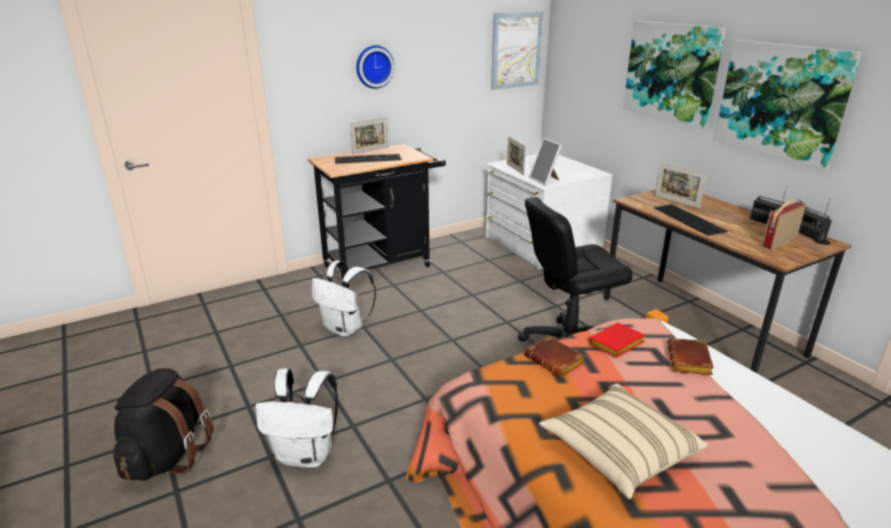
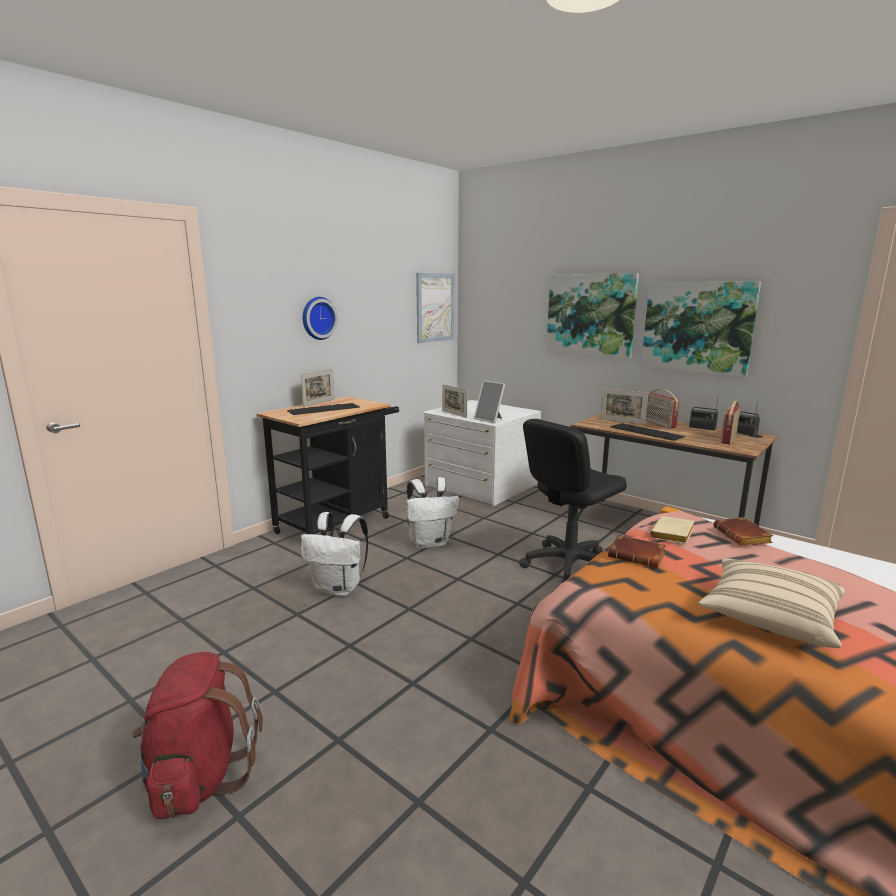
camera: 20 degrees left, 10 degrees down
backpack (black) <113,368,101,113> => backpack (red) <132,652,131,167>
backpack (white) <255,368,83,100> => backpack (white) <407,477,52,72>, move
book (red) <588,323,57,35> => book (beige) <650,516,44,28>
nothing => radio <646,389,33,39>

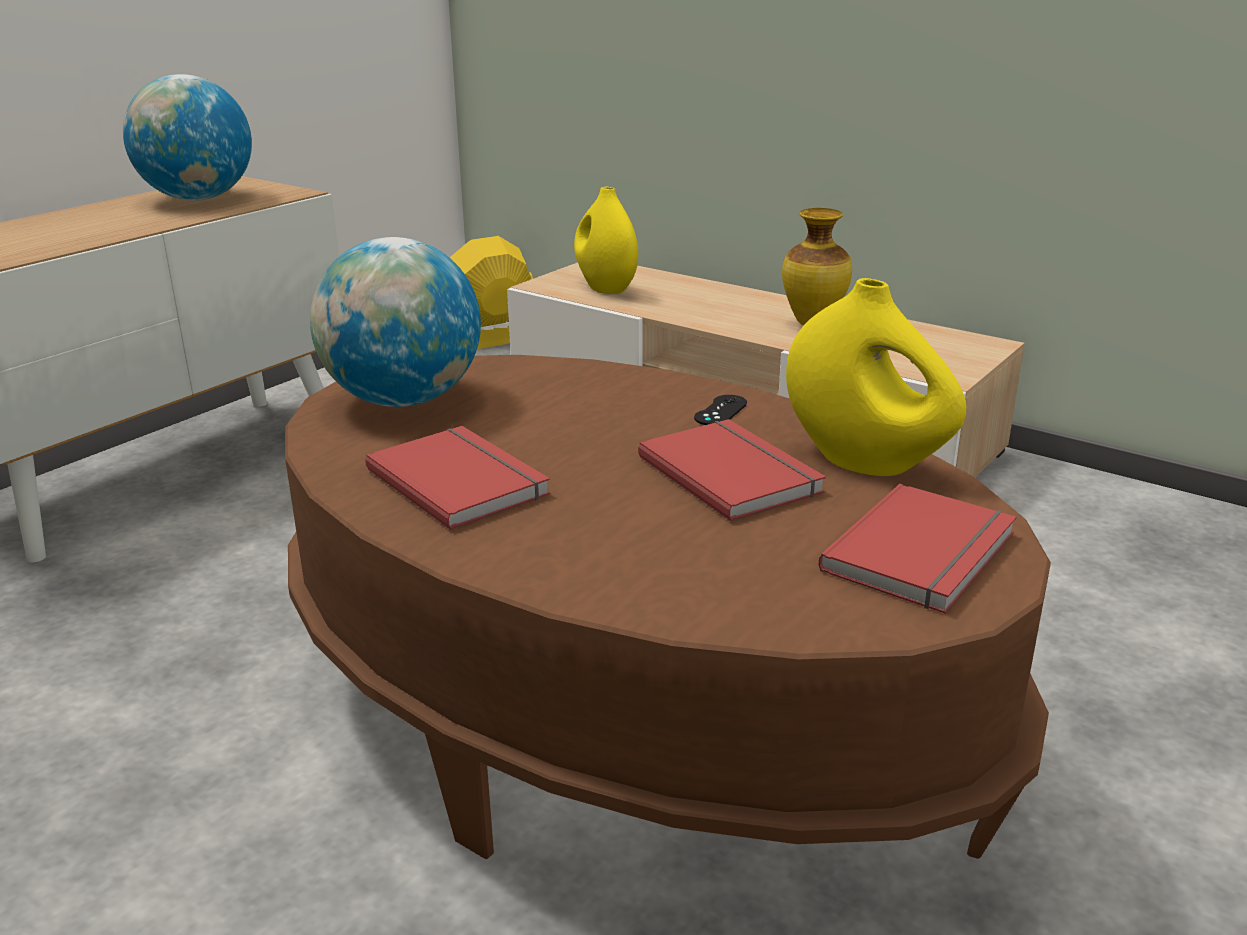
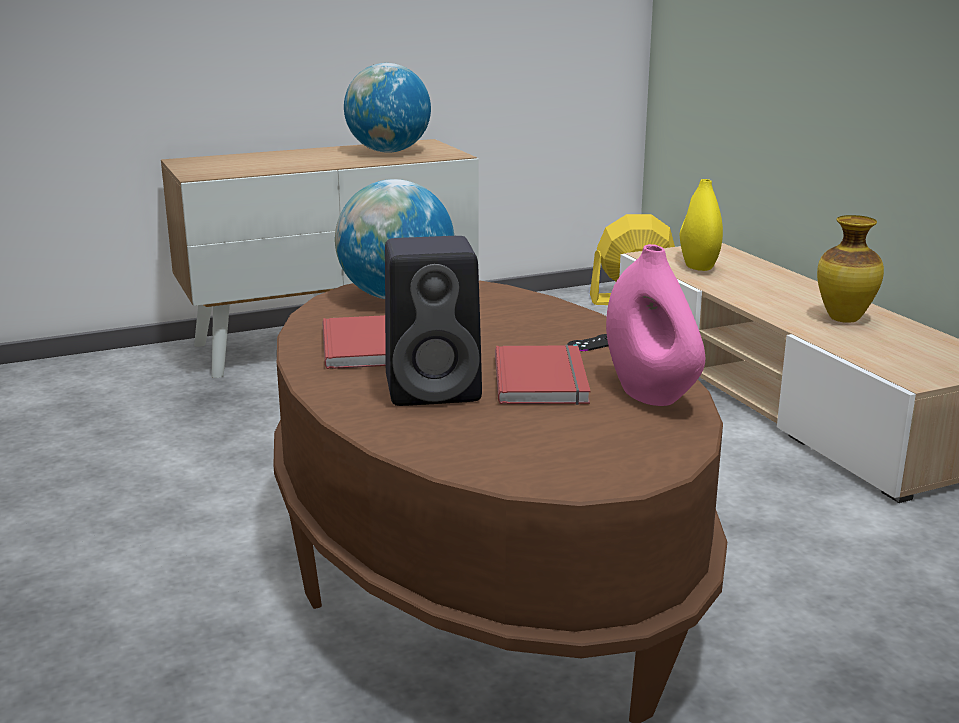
camera: 30 degrees right, 5 degrees down
vase (yellow) <786,278,180,198> => vase (pink) <606,244,99,162>
book (red) <819,484,197,130> => nothing
nothing => speaker (black) <385,236,97,170>

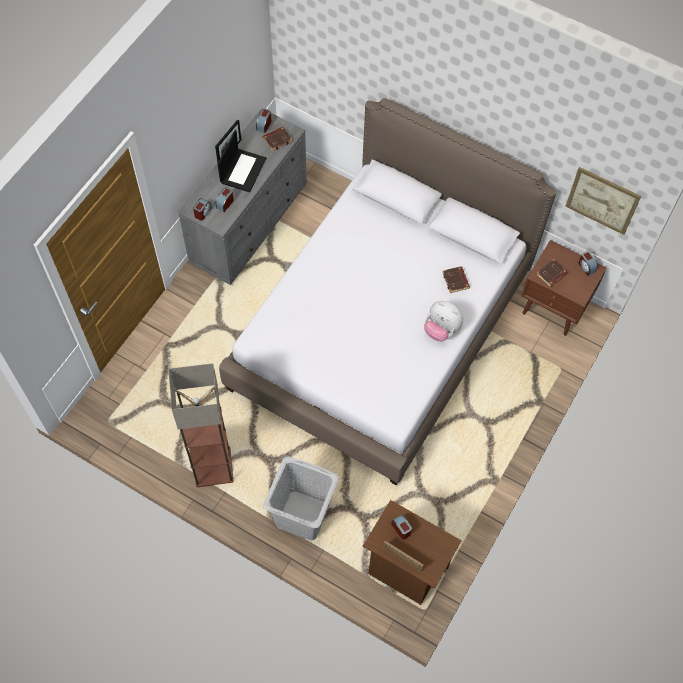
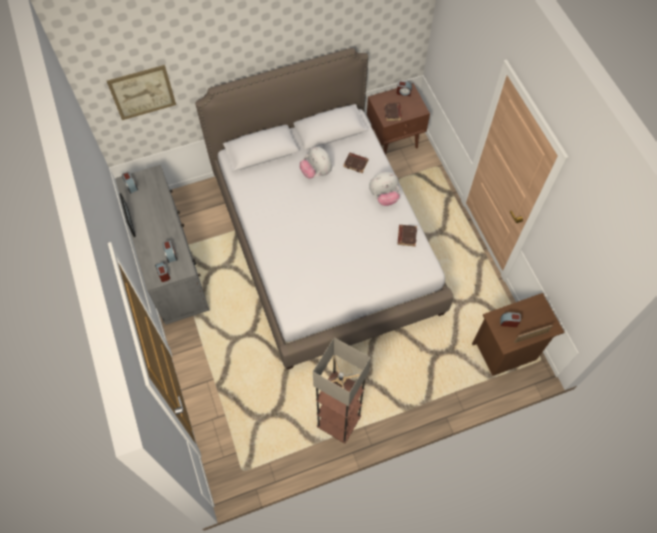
camera: 50 degrees left, 0 degrees up
laptop <218,130,48,62> => nothing
book (brown) <262,126,31,25> => book (brown) <398,225,19,22>, move
laundry basket (grey) <263,456,76,84> => nothing
picture <565,167,76,68> => picture <107,65,69,55>, move
nothing => plush toy <300,147,32,32>

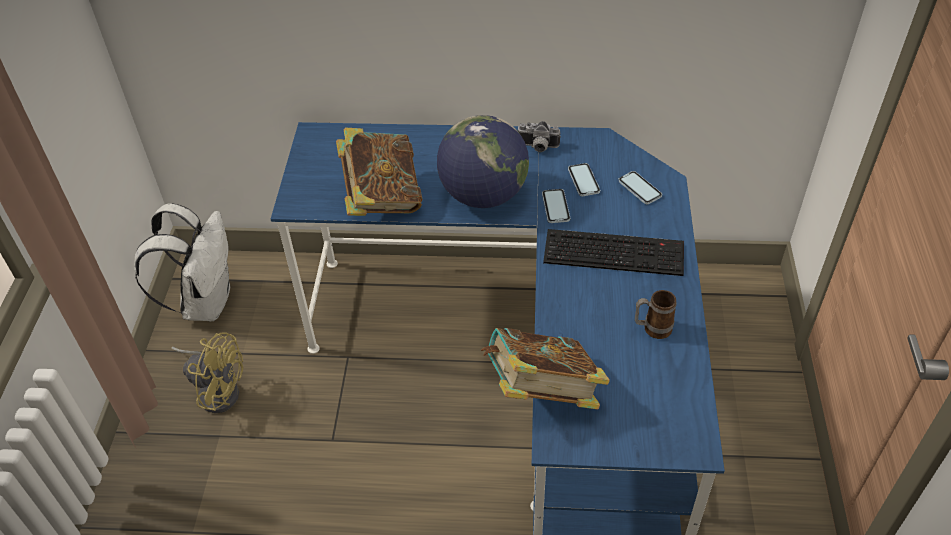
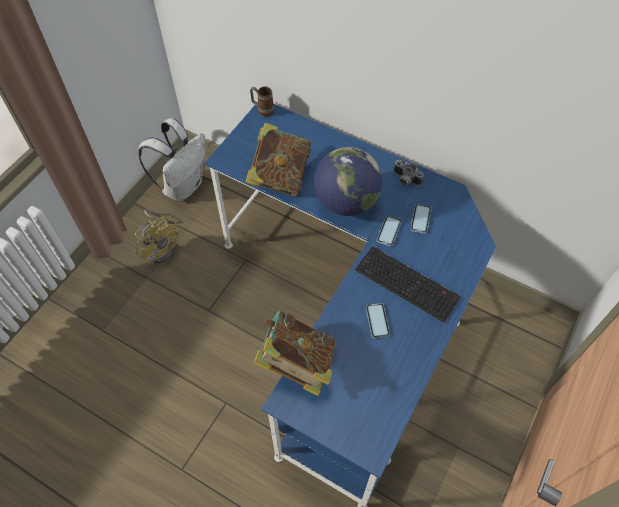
camera: 25 degrees right, 10 degrees up
phone <618,171,44,33> => phone <366,303,24,35>, move
mug <635,290,41,49> => mug <250,87,24,30>, move

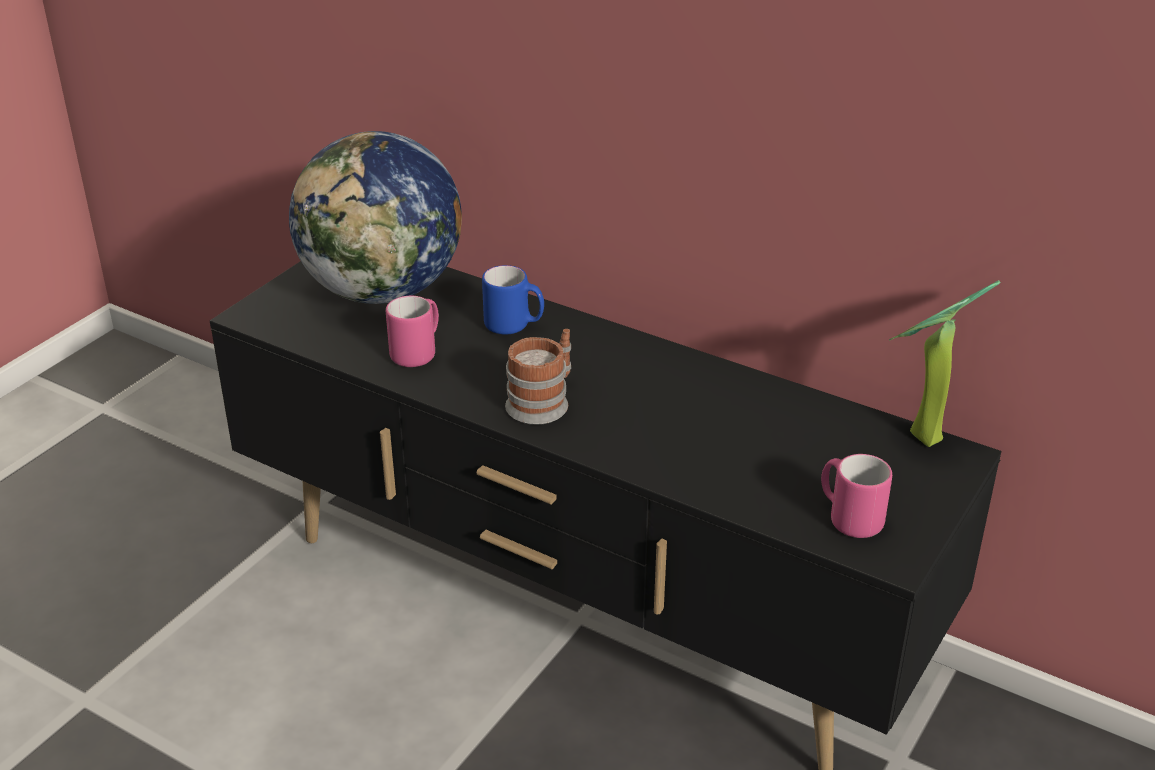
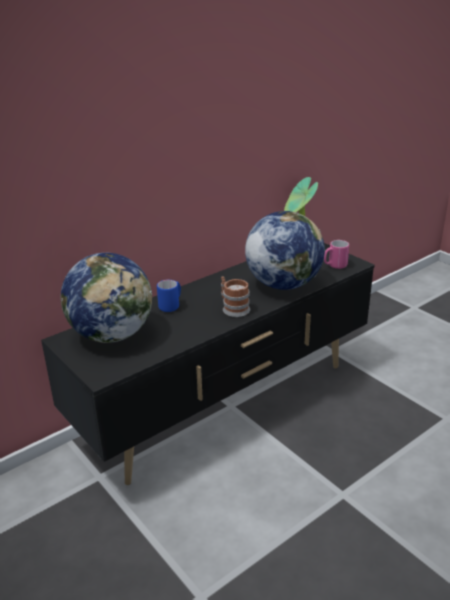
camera: 70 degrees left, 5 degrees down
mug (pink) <386,296,53,71> => nothing
nothing => globe <245,211,80,79>

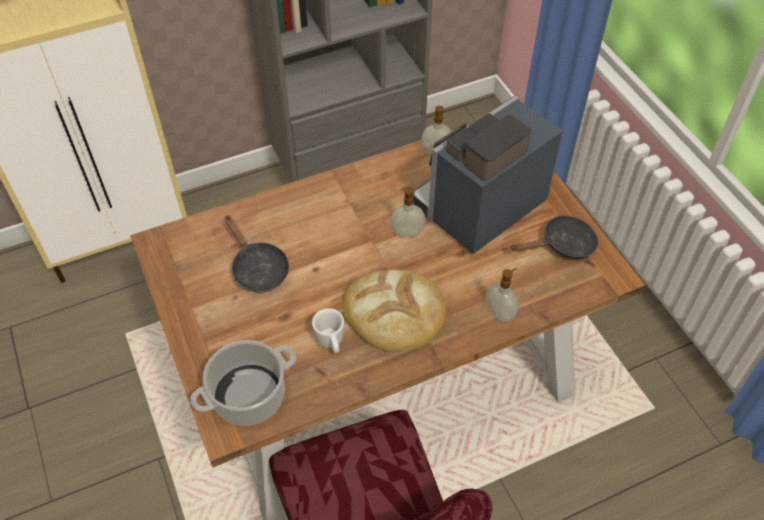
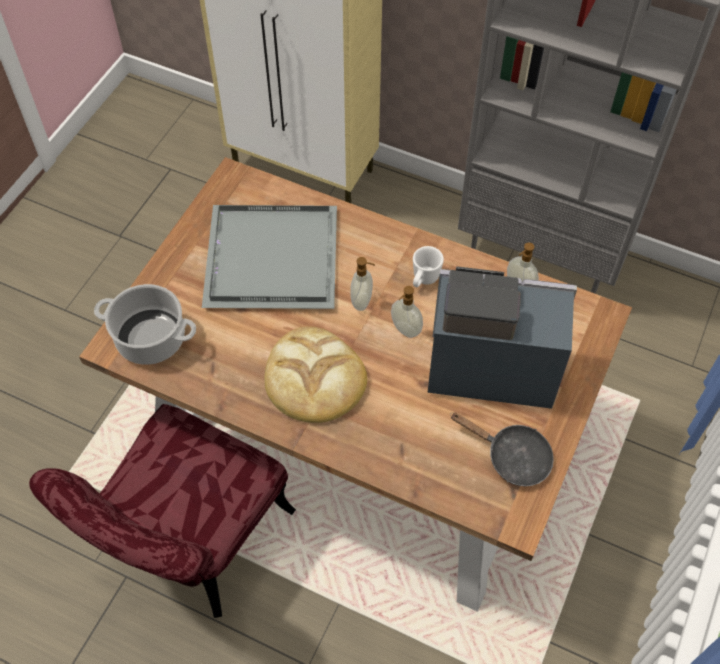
camera: 50 degrees right, 5 degrees up
frying pan (black) <225,215,64,77> => tray (grey) <202,205,135,104>
mug (white) <312,308,32,45> => mug (white) <413,246,31,41>, move
soap dispenser <486,268,32,54> => soap dispenser <350,257,25,54>, move

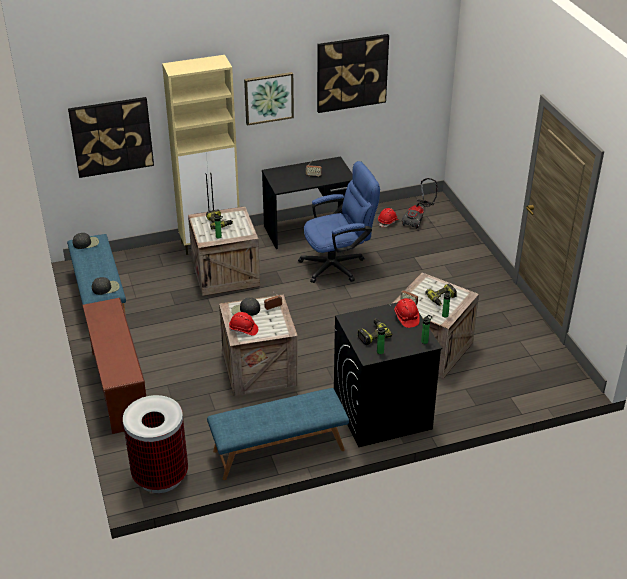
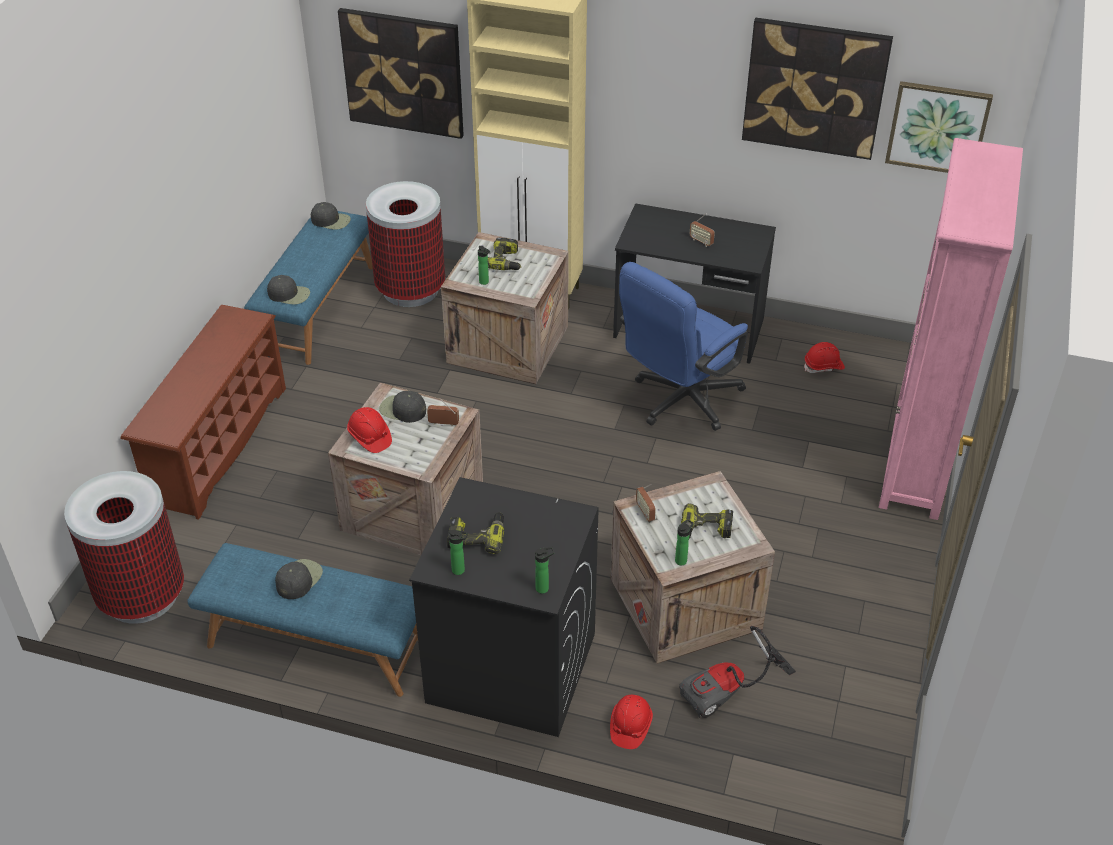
camera: 35 degrees right, 5 degrees up
picture <244,72,50,54> => picture <885,81,108,92>, move
office chair (blue) <298,161,82,122> => office chair (blue) <619,262,129,169>, 120 degrees clockwise
hard hat (red) <394,298,26,30> => hard hat (red) <610,695,43,54>, move
vacuum cleaner <402,178,35,51> => vacuum cleaner <679,626,117,93>, move
nothing => cap (black) <275,559,48,40>
nothing => trash can <366,181,79,126>
nothing => bookcase (pink) <879,138,144,382>

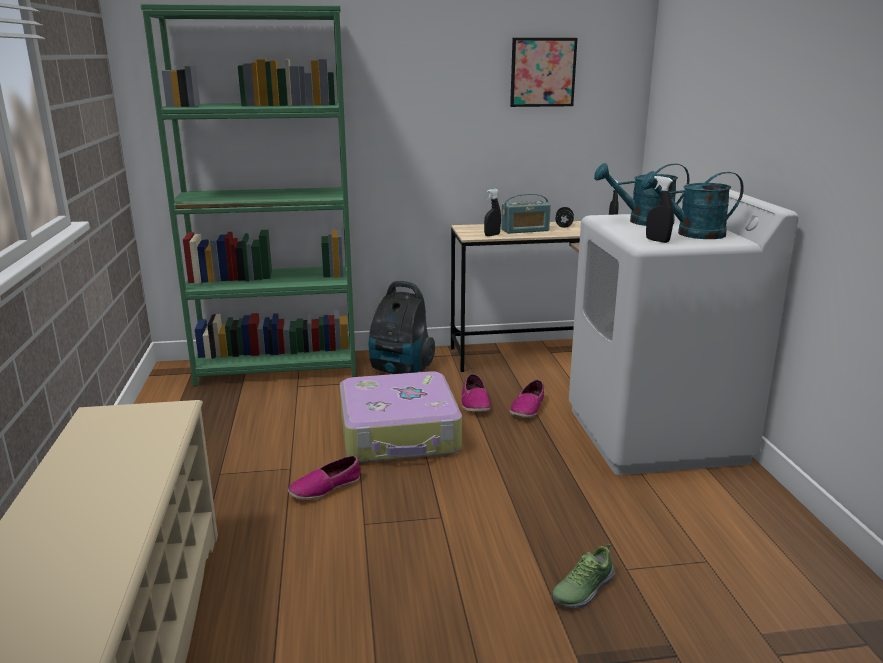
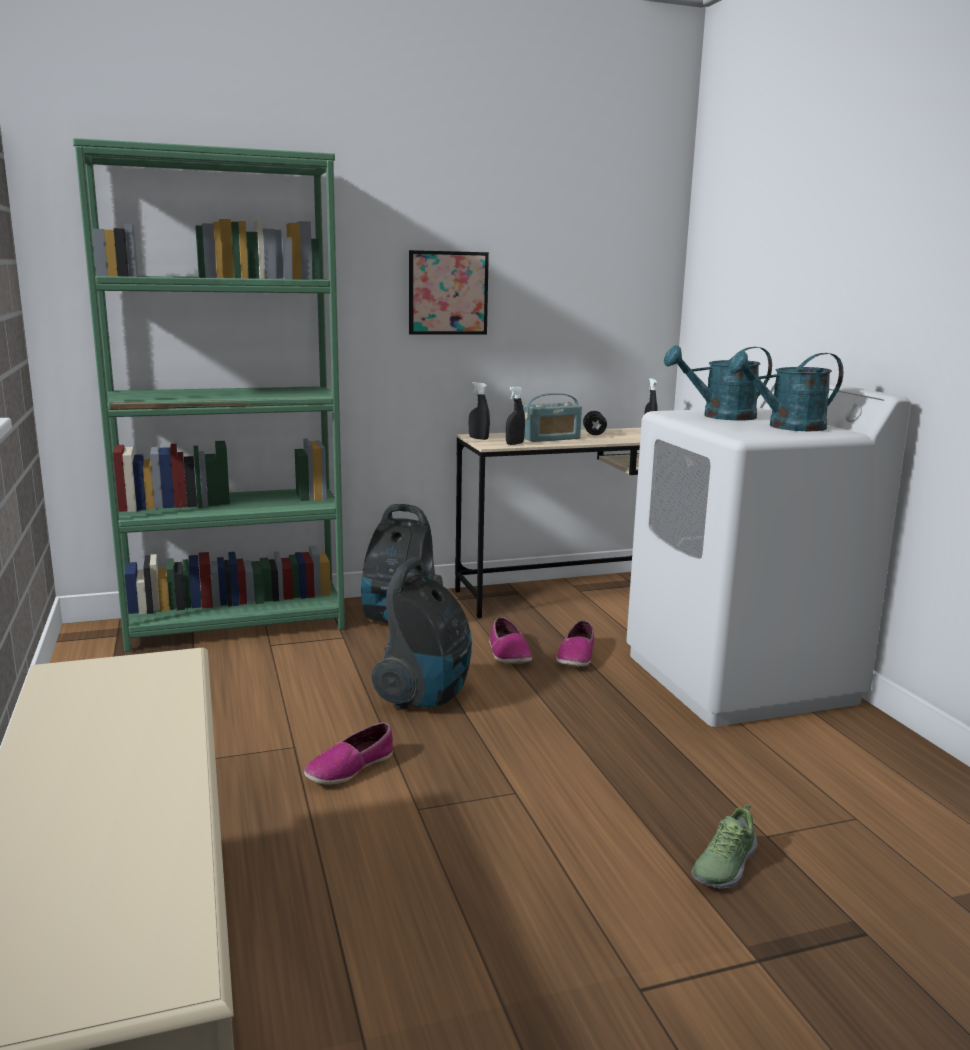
camera: 10 degrees left, 5 degrees down
suitcase <340,371,122,92> => vacuum cleaner <371,558,101,151>
picture <510,38,68,69> => picture <409,250,80,85>, move
spray bottle (black) <646,176,28,67> => spray bottle (black) <468,382,22,58>, move

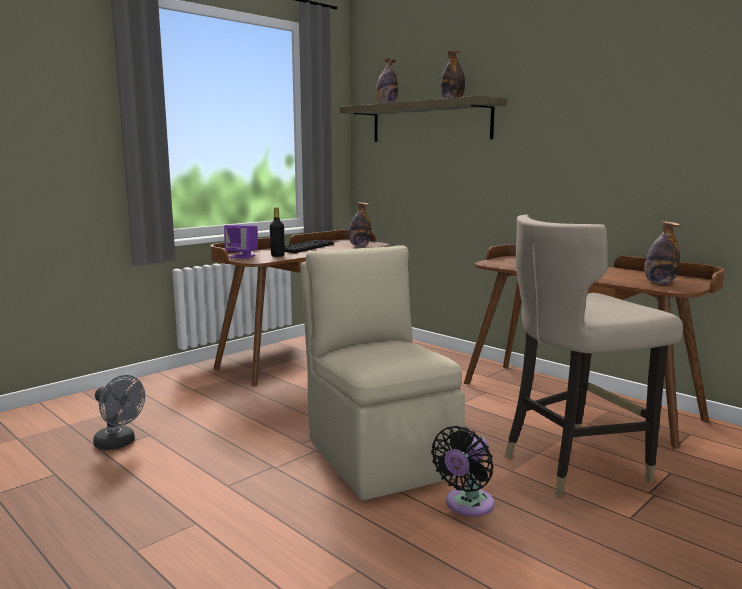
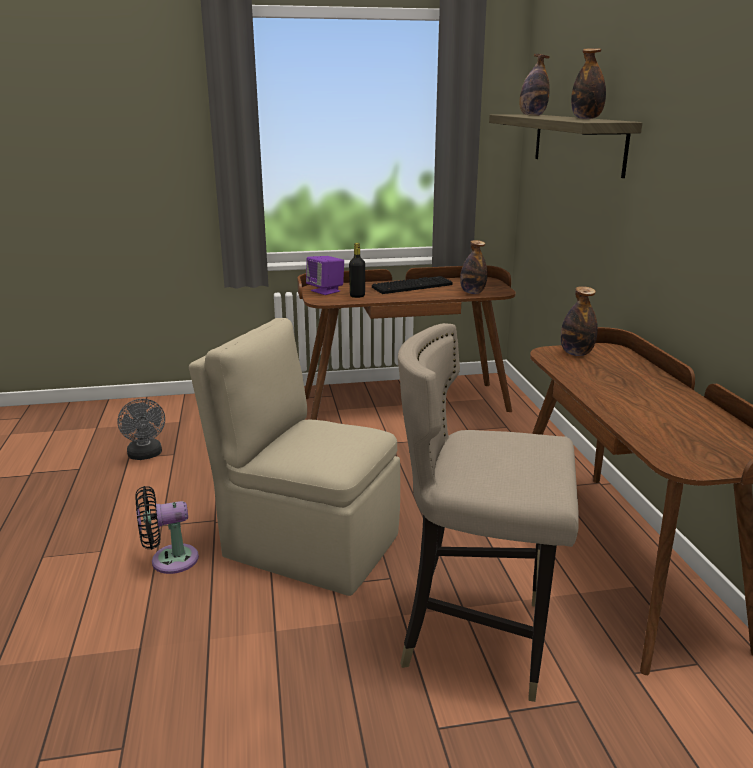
camera: 35 degrees right, 10 degrees up
chair (beige) <301,245,164,255> => chair (beige) <189,318,211,278>, 75 degrees counterclockwise
fan (black) <431,426,64,90> => fan (black) <135,486,64,88>, move
bottle <644,221,36,63> => bottle <561,286,37,70>, move

